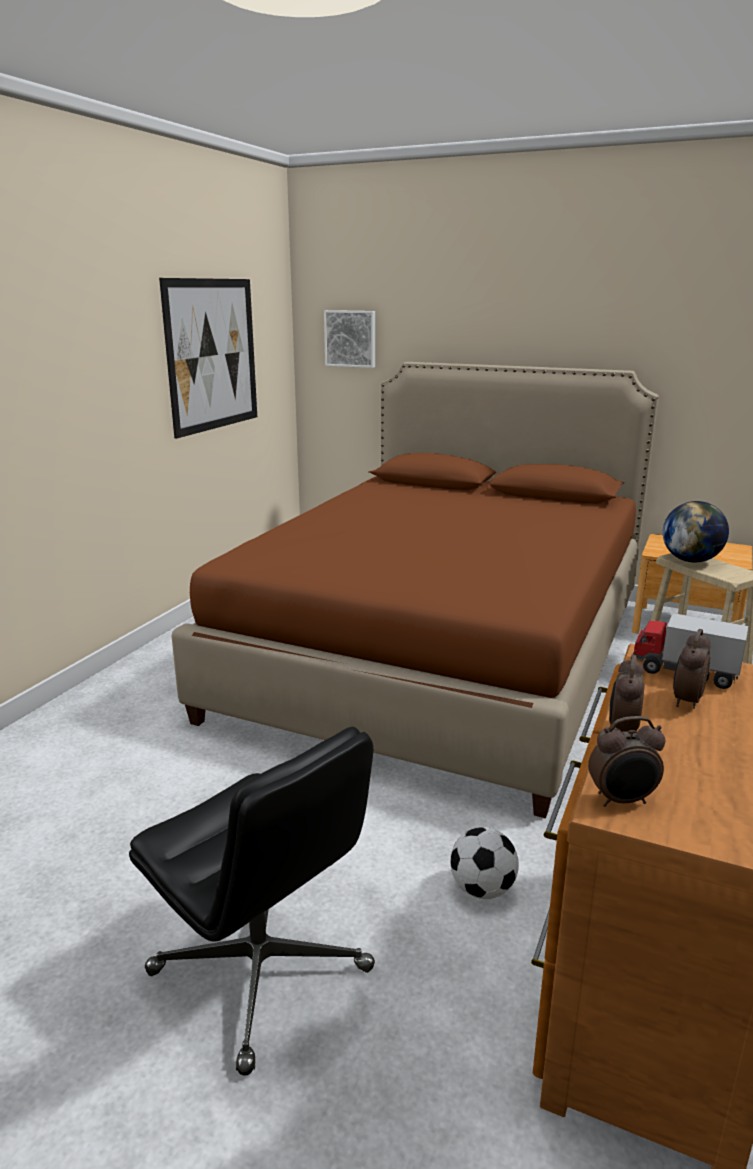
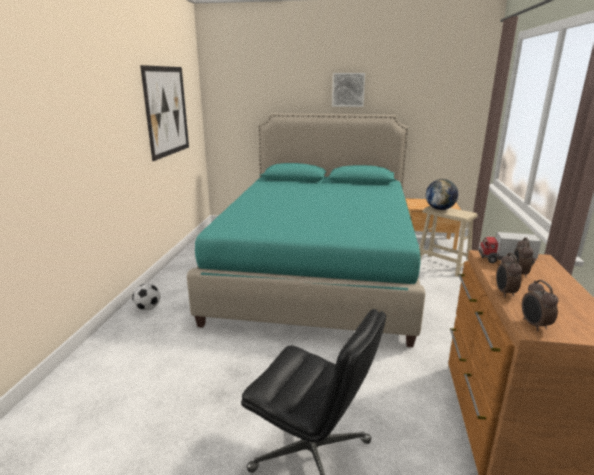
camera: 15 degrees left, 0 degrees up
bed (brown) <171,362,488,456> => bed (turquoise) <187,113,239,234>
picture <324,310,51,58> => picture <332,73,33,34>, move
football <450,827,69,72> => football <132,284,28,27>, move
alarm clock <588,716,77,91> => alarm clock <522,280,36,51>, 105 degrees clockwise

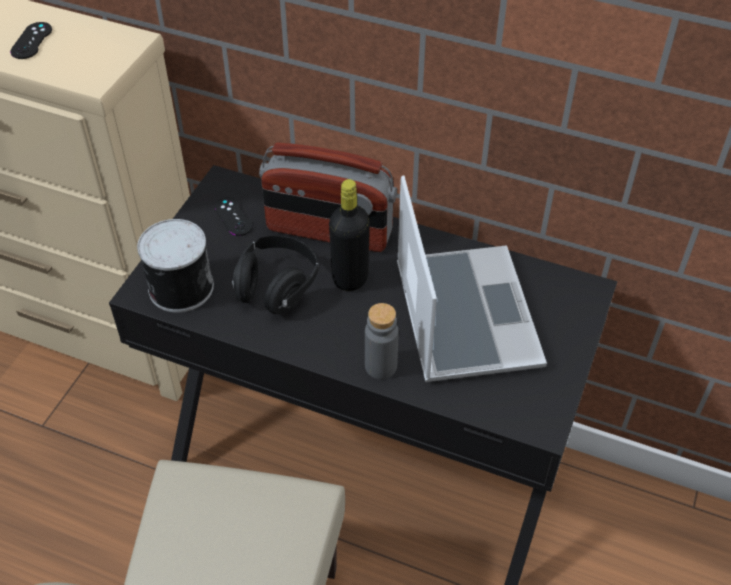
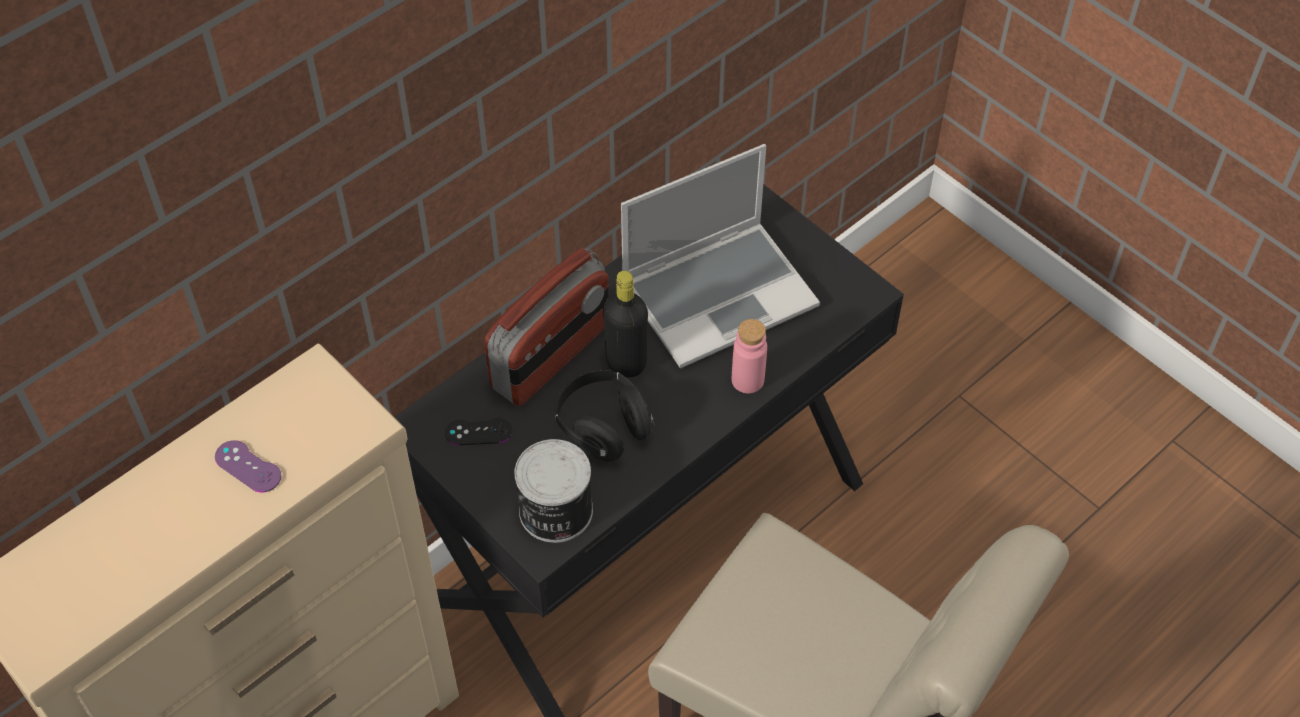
camera: 65 degrees left, 5 degrees up
game controller (black) <10,22,42,37> => game controller (purple) <215,440,66,52>
bottle (grey) <365,303,34,76> => bottle (pink) <732,319,35,74>
laptop <397,175,150,207> => laptop <621,144,199,224>, 135 degrees clockwise

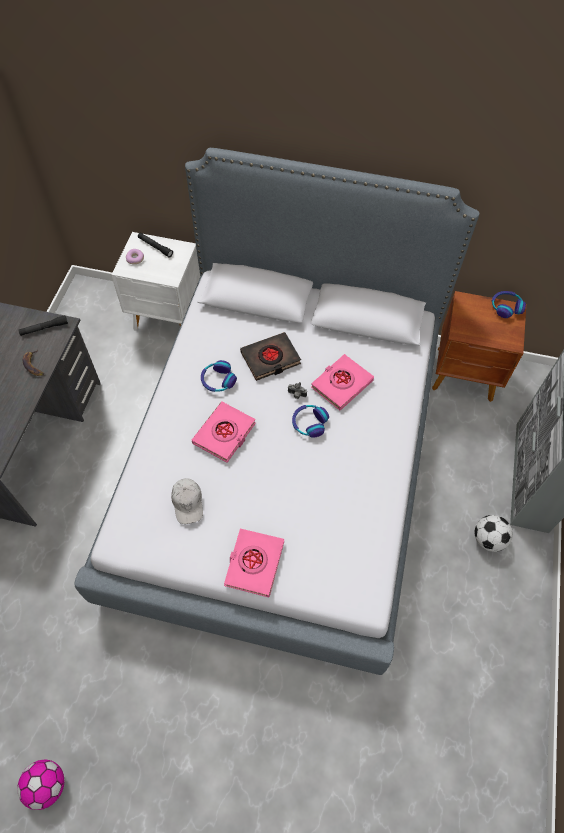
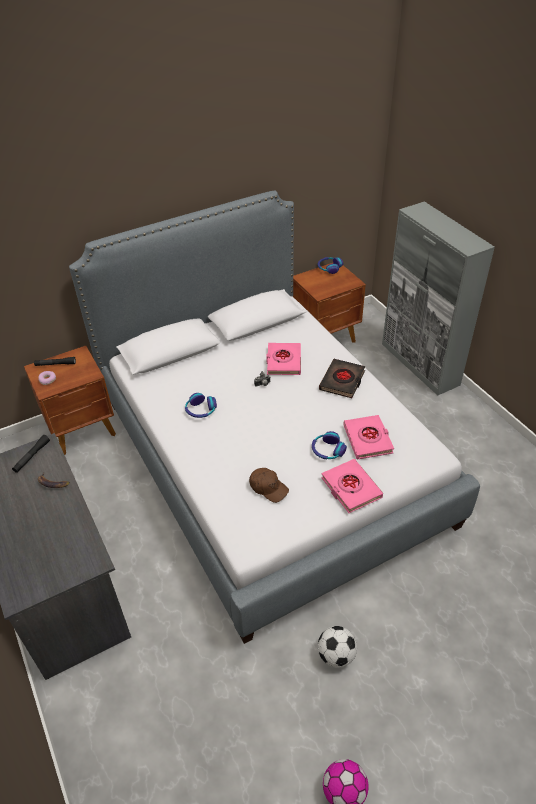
camera: 40 degrees left, 15 degrees down
nightstand (white) <111,232,89,99> => nightstand (brown) <24,346,92,109>
cap (white) <171,478,32,46> => cap (brown) <249,468,40,35>
book (pink) <192,402,64,61> => book (pink) <343,415,51,45>, move
book (black) <240,332,61,49> => book (black) <319,359,46,39>, move
headphones <292,405,37,33> => headphones <312,431,35,28>, move
football <474,515,39,37> => football <318,626,39,42>, move

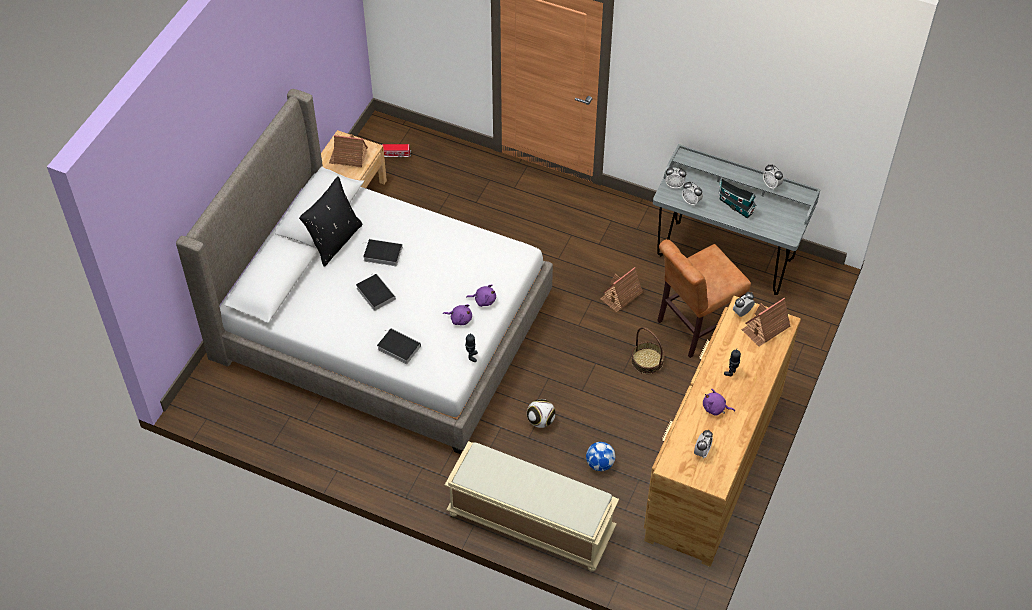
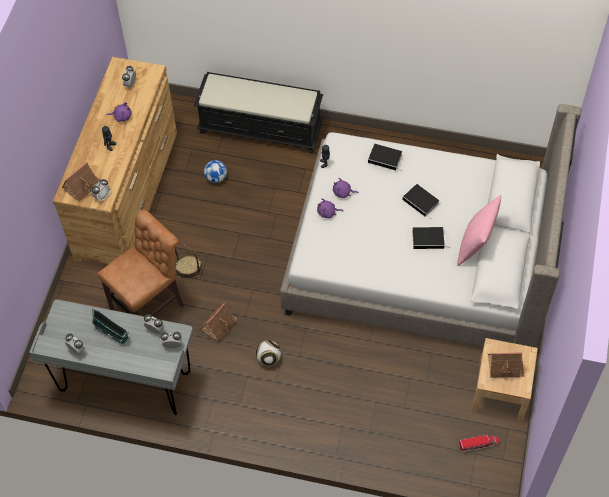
camera: 170 degrees right, 5 degrees up
pillow (black) <299,176,64,91> => pillow (pink) <457,195,44,71>
bench (beige) <445,441,174,131> => bench (black) <194,72,129,81>
football <527,399,28,29> => football <256,340,25,26>, move

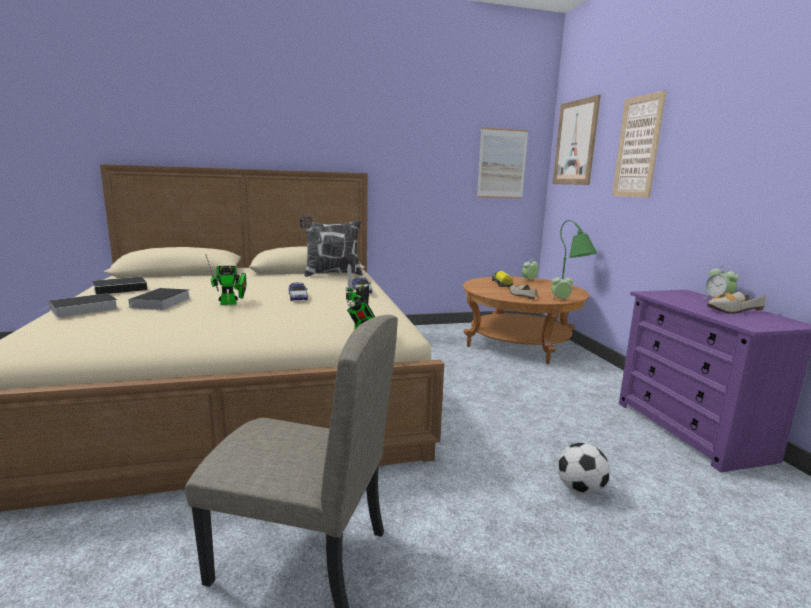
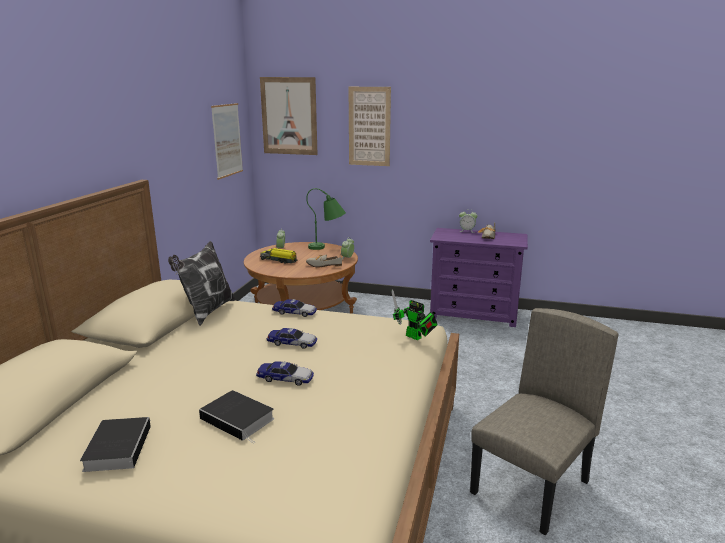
camera: 60 degrees left, 5 degrees up
book <43,293,75,25> => nothing
toy robot <205,253,41,52> => toy car <256,361,58,24>
football <558,443,52,52> => nothing

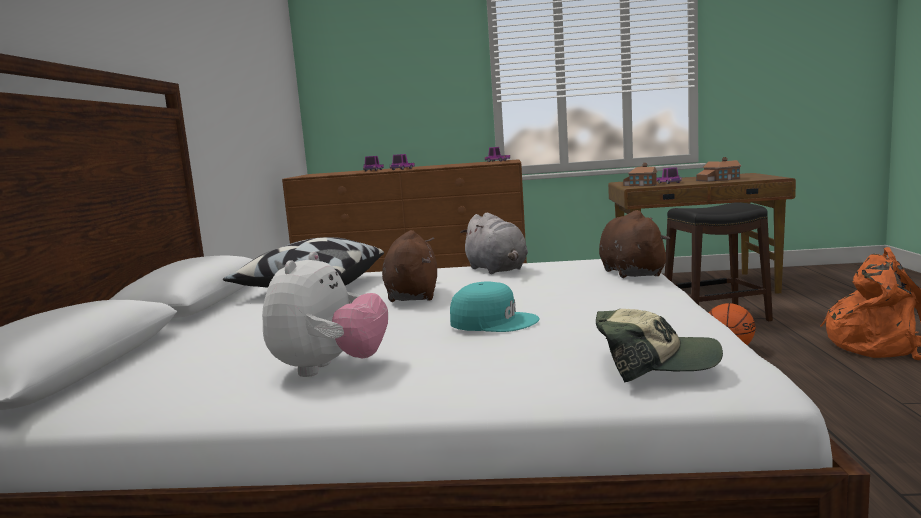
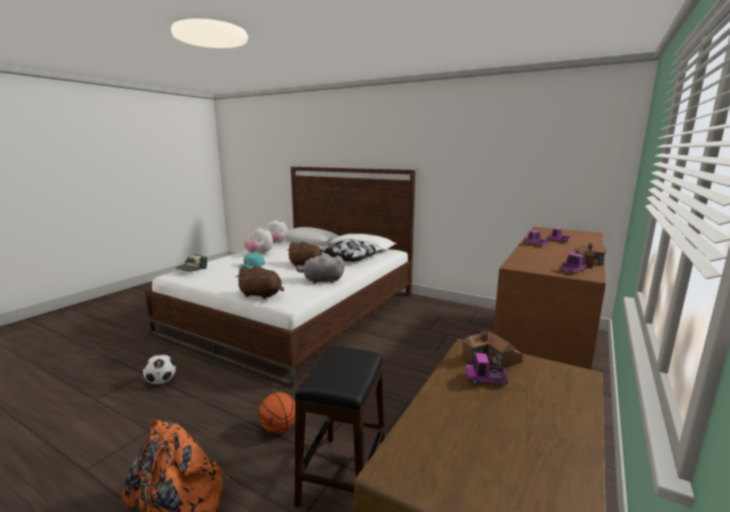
camera: 115 degrees right, 5 degrees up
toy house <696,157,45,25> => toy house <575,243,31,25>, move
nothing => football <143,354,33,31>
nothing => plush toy <266,219,22,25>

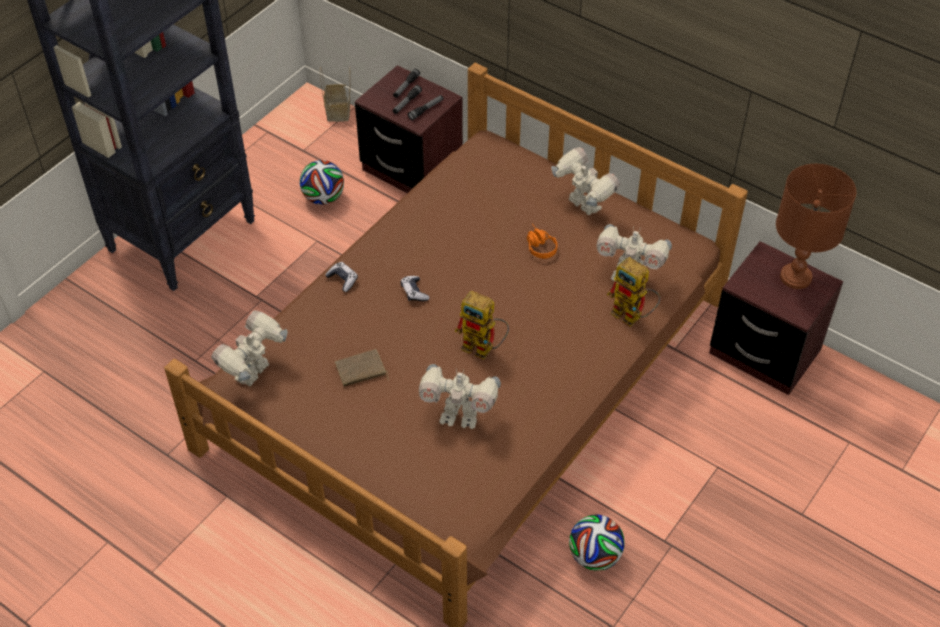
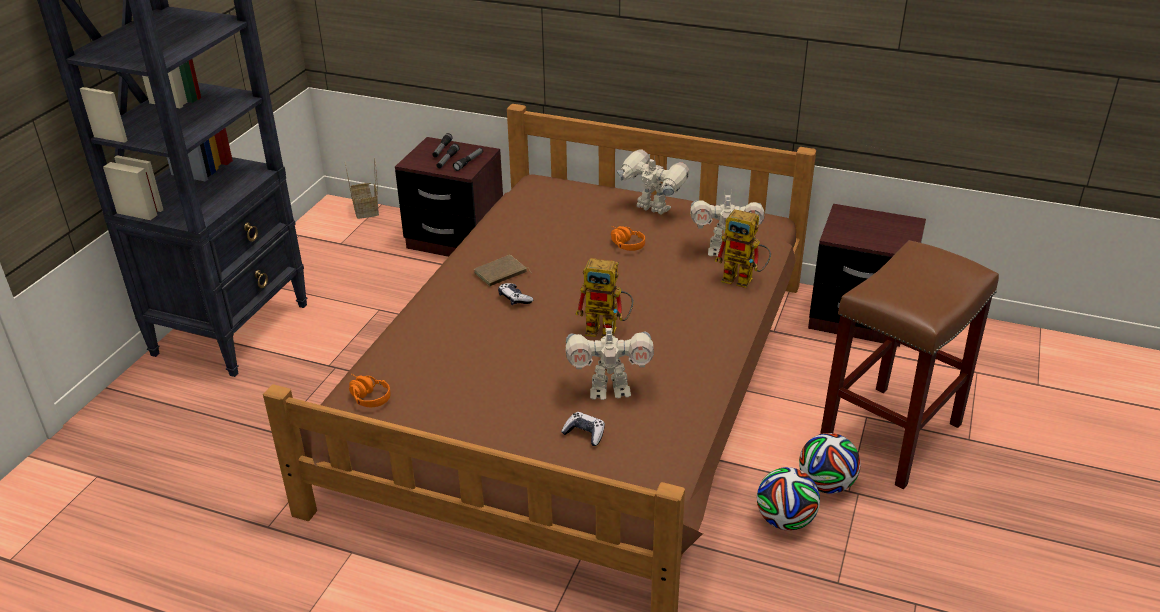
camera: 15 degrees left, 15 degrees down
toy robot <211,310,76,77> => headphones (orange) <349,374,42,33>
football <300,160,44,45> => football <799,433,62,61>, move
game controller <325,262,33,30> => game controller <561,412,44,34>, move
book (brown) <335,349,54,38> => book (brown) <474,255,57,31>, move
table lamp (brown) <776,164,80,125> => nothing
nothing => stool (brown) <820,240,179,249>

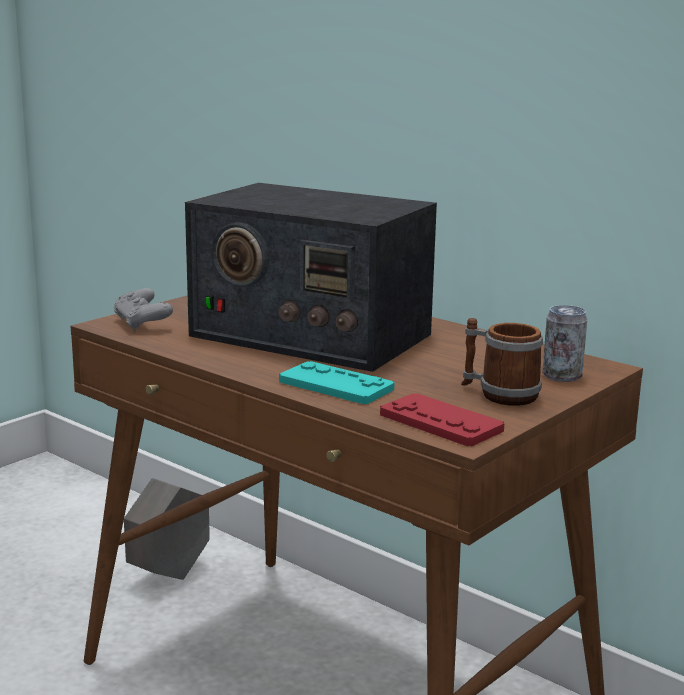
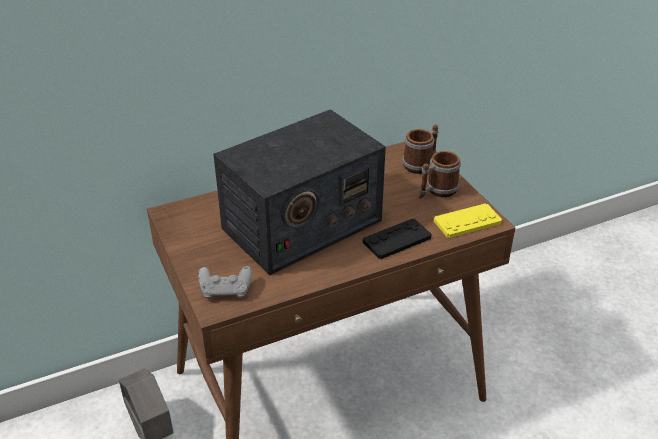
camera: 65 degrees left, 20 degrees up
game controller (turquoise) <279,361,115,43> => game controller (black) <363,219,69,40>
game controller (red) <380,393,124,53> => game controller (yellow) <434,203,68,35>
can <542,305,45,77> => mug <402,124,37,50>

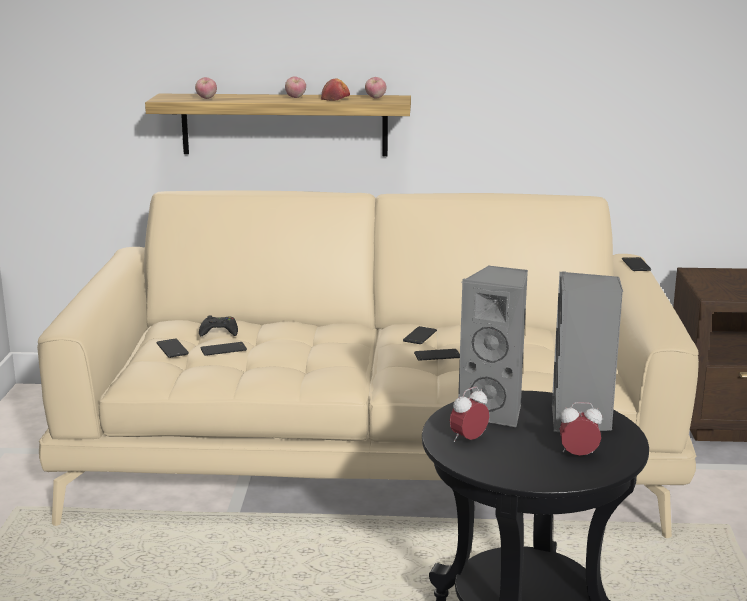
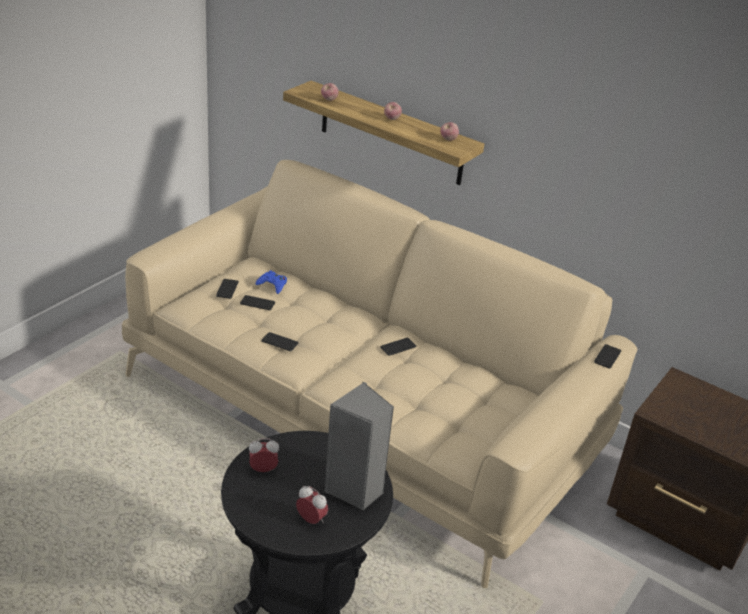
camera: 30 degrees right, 15 degrees up
game controller (black) <199,315,39,21> => game controller (blue) <256,270,31,24>
apple <321,78,29,23> => nothing
phone <414,349,46,12> => phone <261,332,37,19>, move
speaker (grey) <458,266,70,162> => nothing

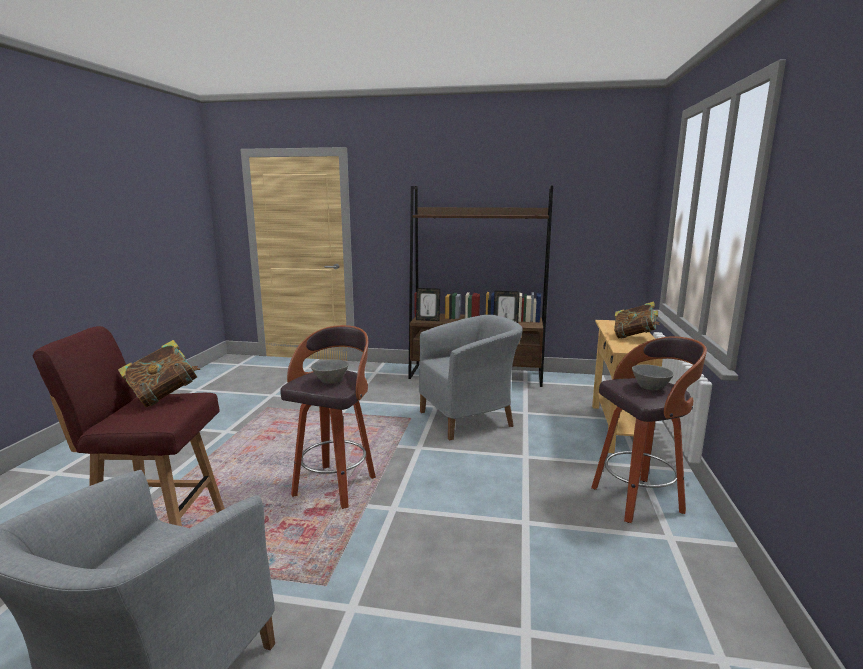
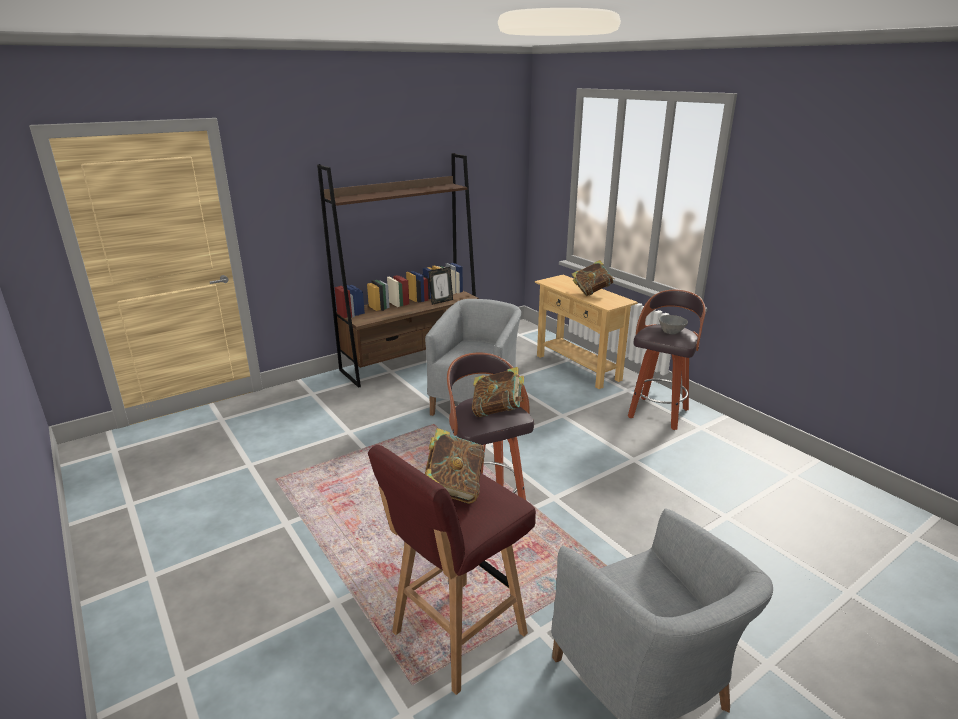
camera: 45 degrees left, 10 degrees up
bowl (grey) <311,359,38,25> => book <472,367,52,50>
picture frame <416,288,24,33> => nothing

